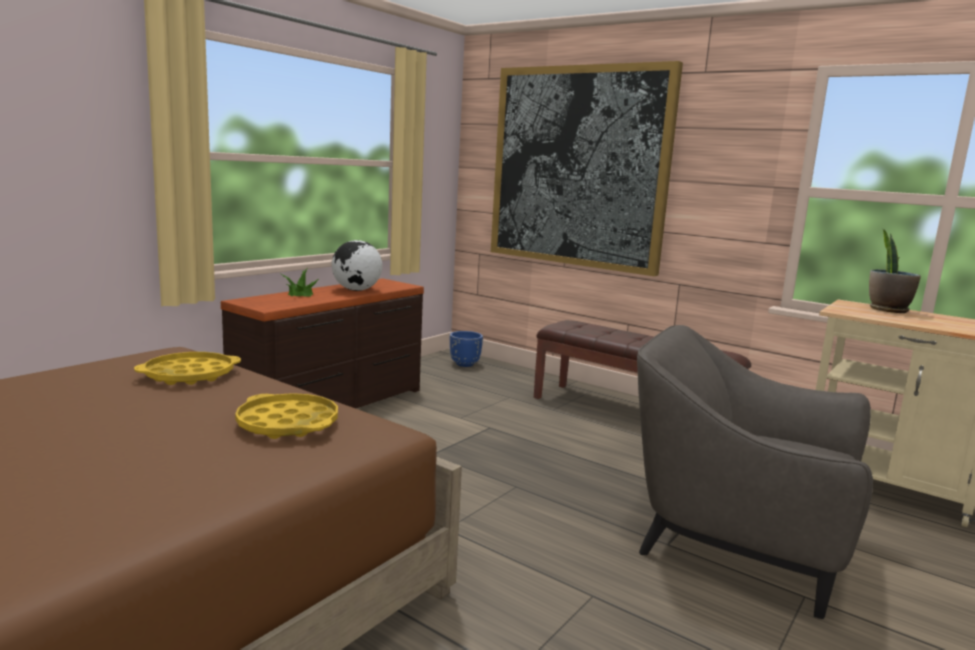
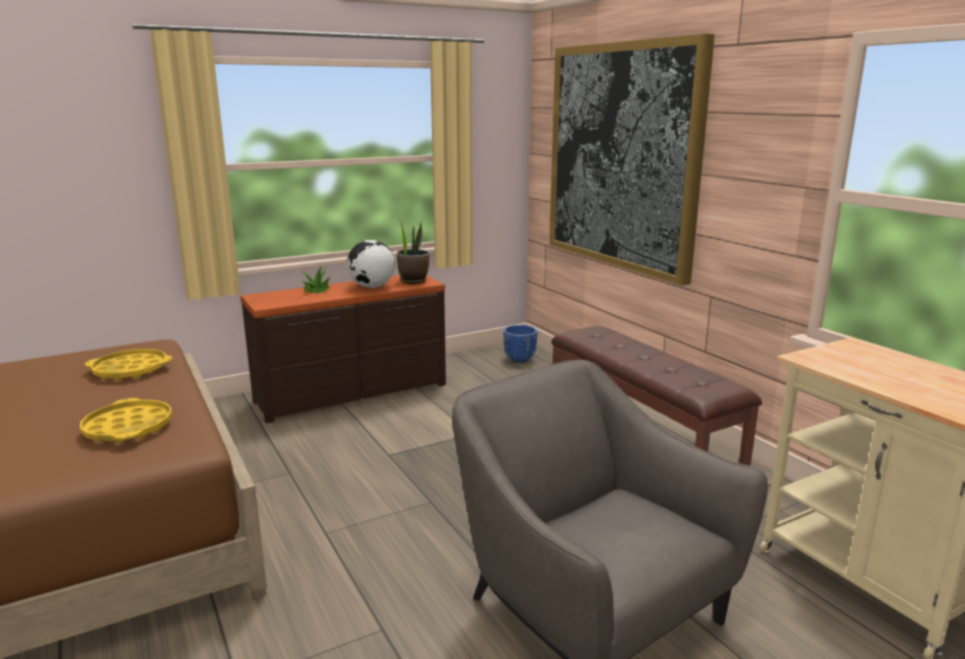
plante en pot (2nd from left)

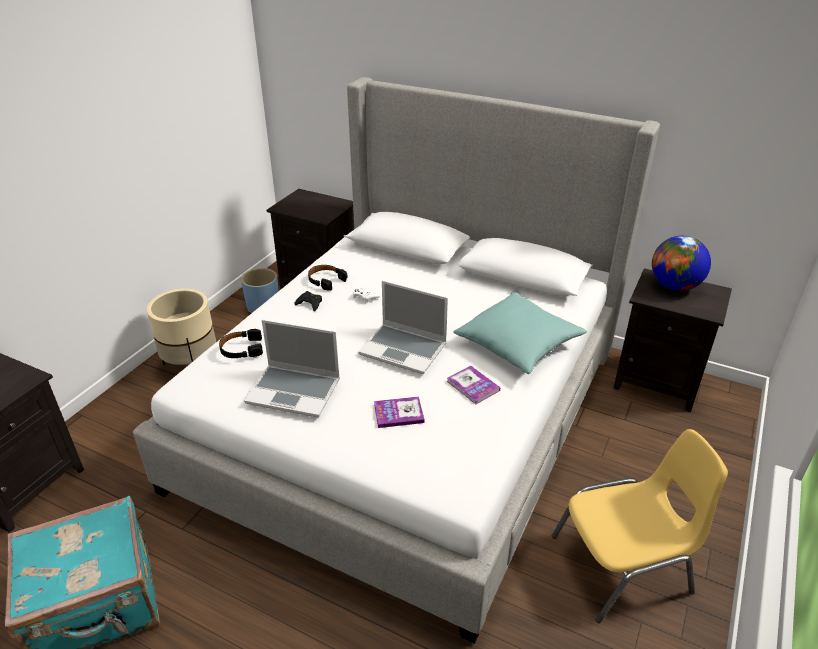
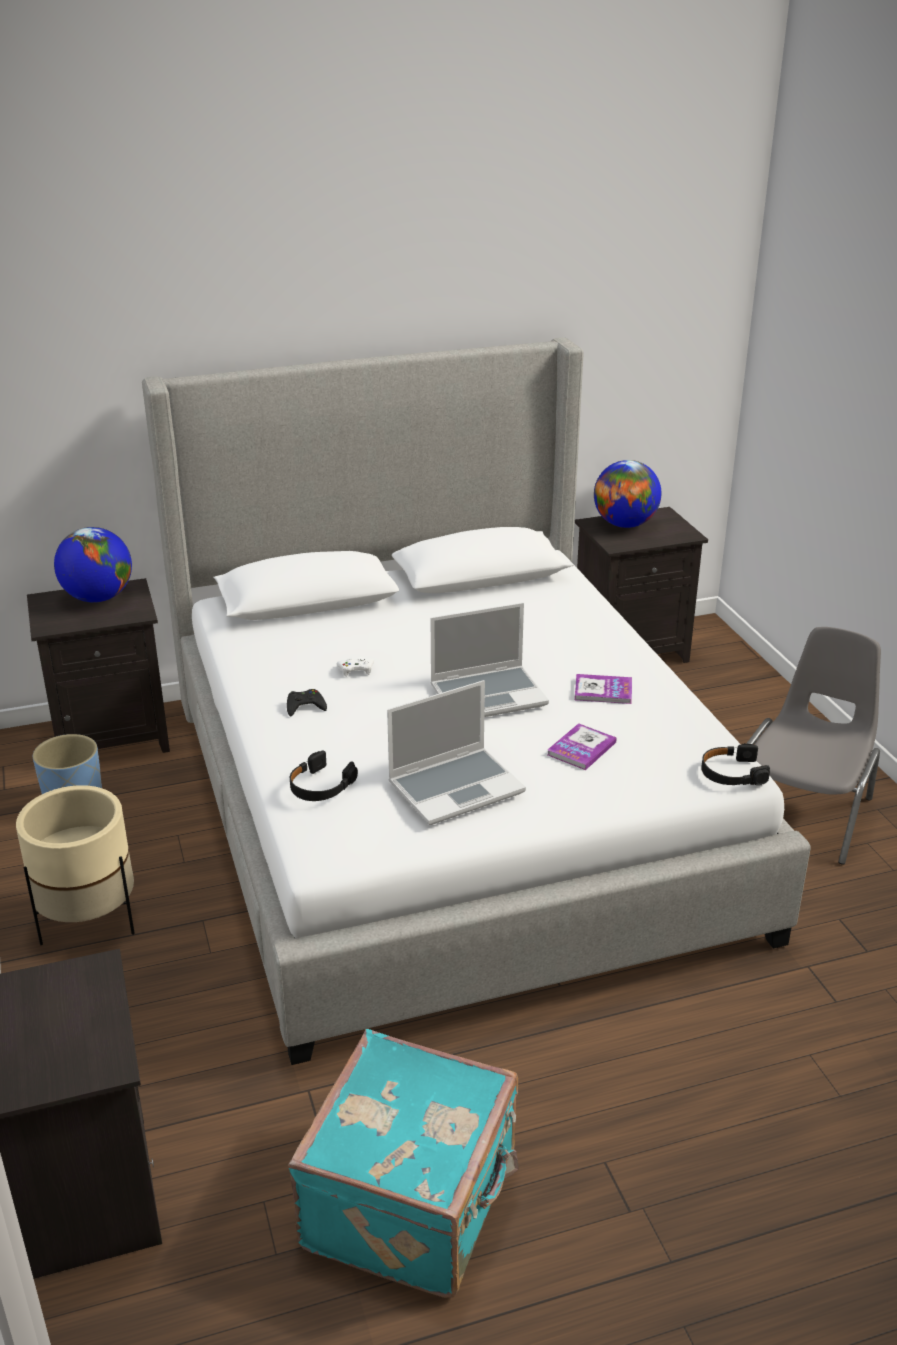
casque audio/noir (2nd from left)
coussin/turquoise
chaise/gris
globe (1st from left)

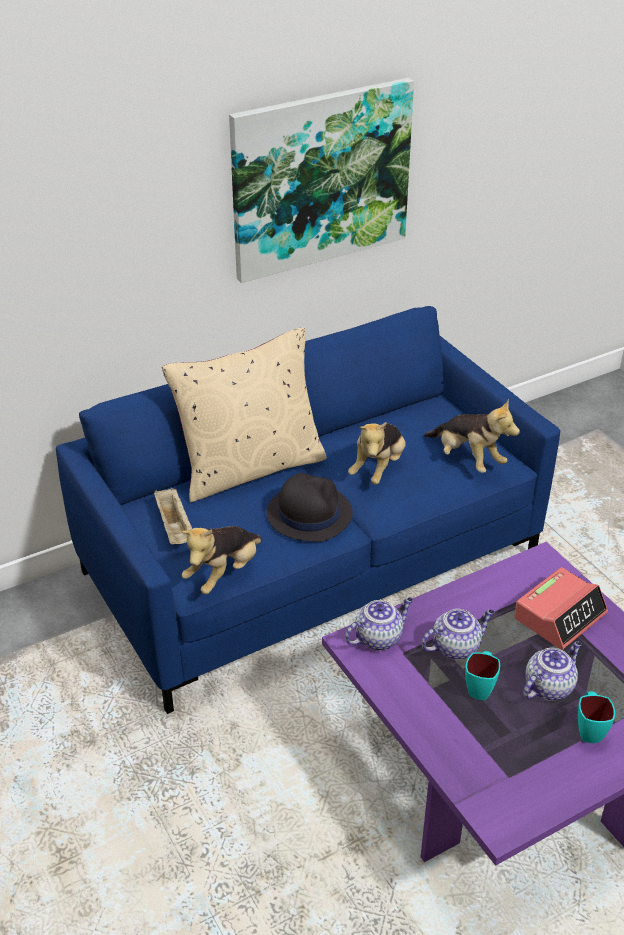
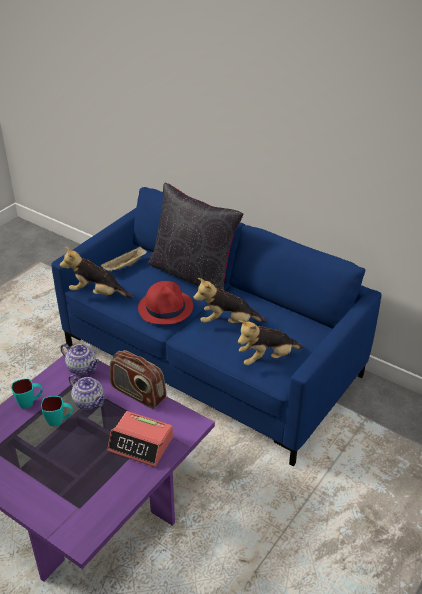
tableau
coussin/noir
peluche (3rd from left)
chapeau/rouge
théière (3rd from left in the first image)
mug/turquoise (1st from left)
radio

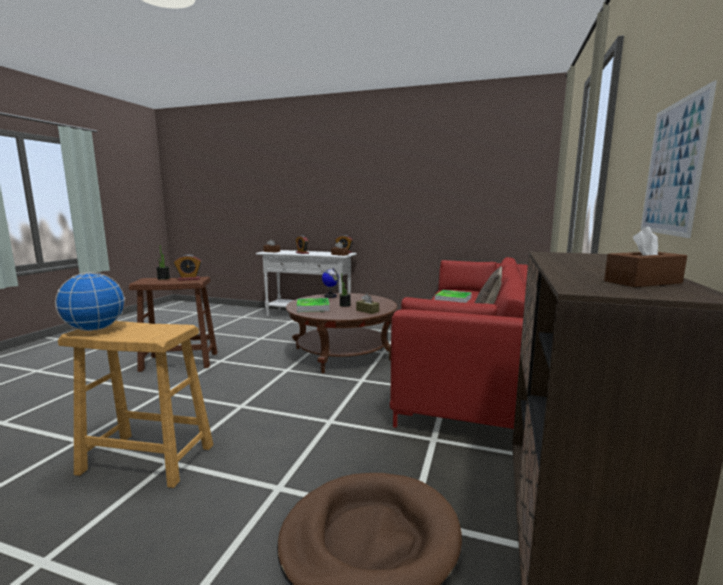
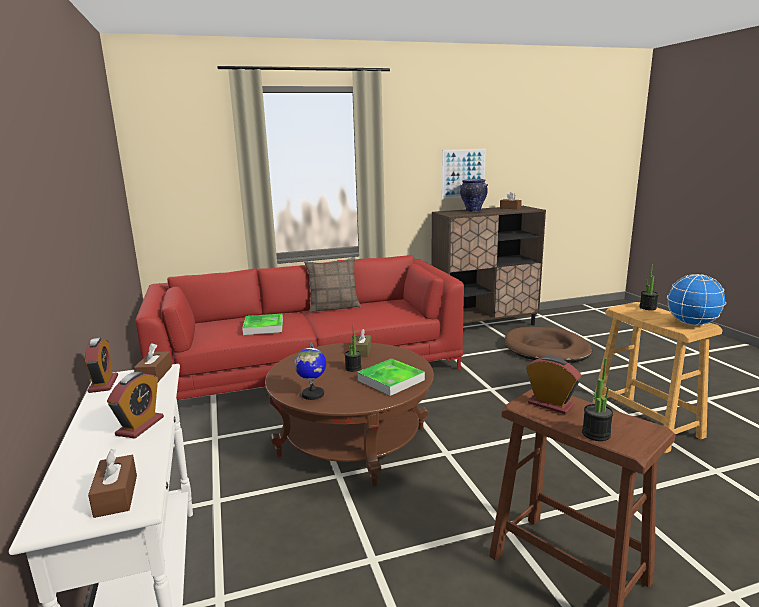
vase
plante en pot (3rd from left)

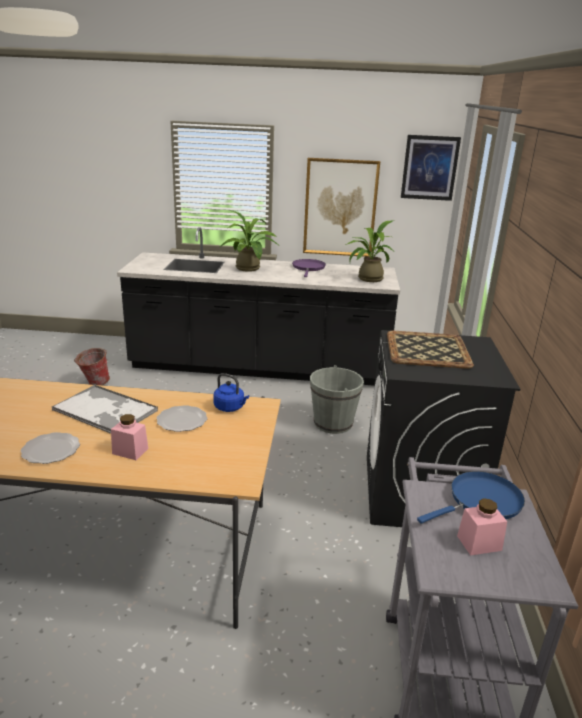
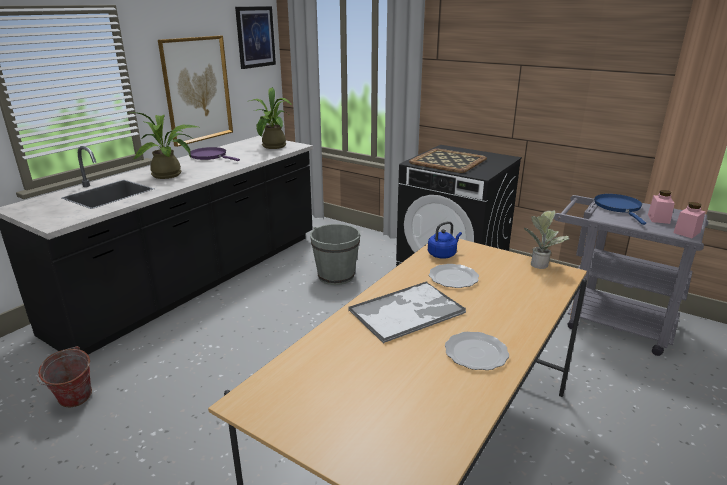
bocal/rose (2nd from left)
plante en pot (3rd from left)

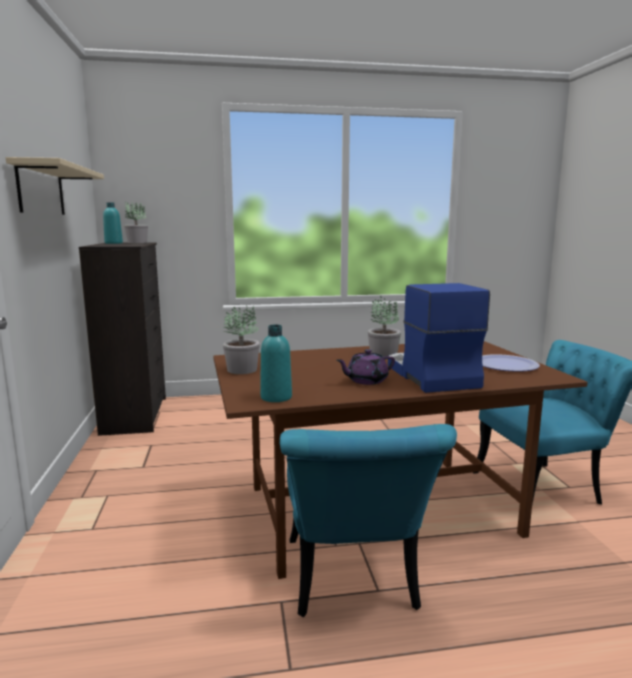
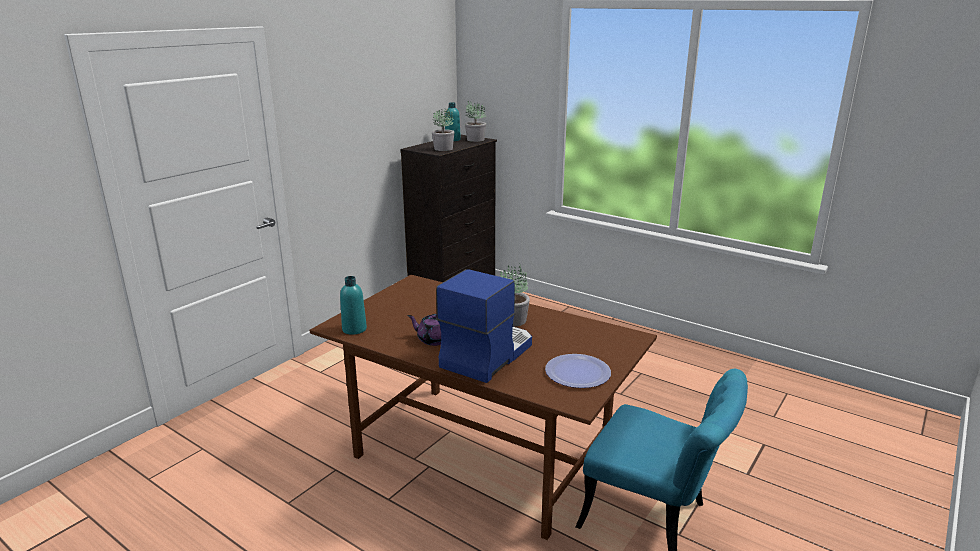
étagère/beige
plante en pot (1st from left)
chaise/turquoise (1st from left in the first image)

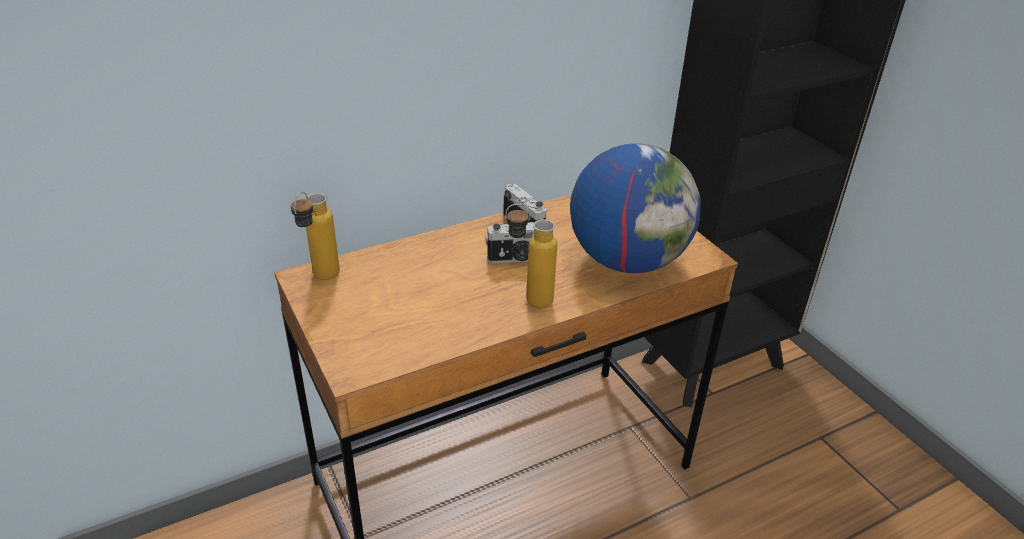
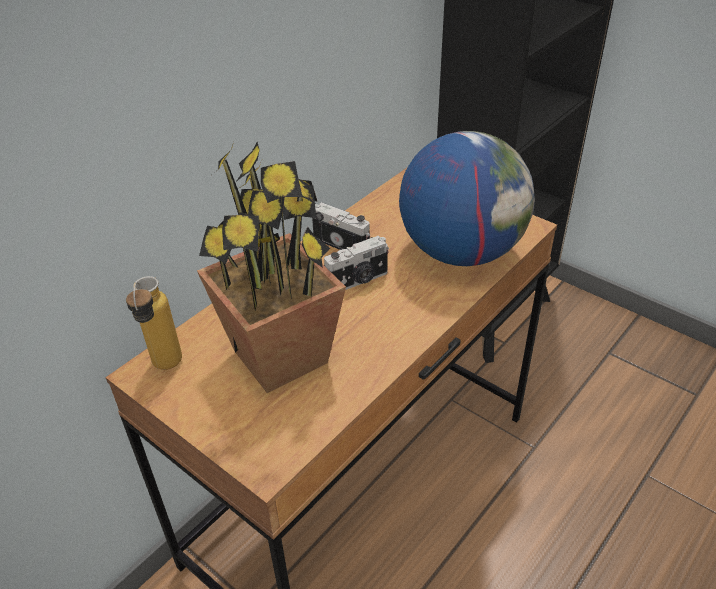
bouteille (2nd from left in the first image)
plante en pot

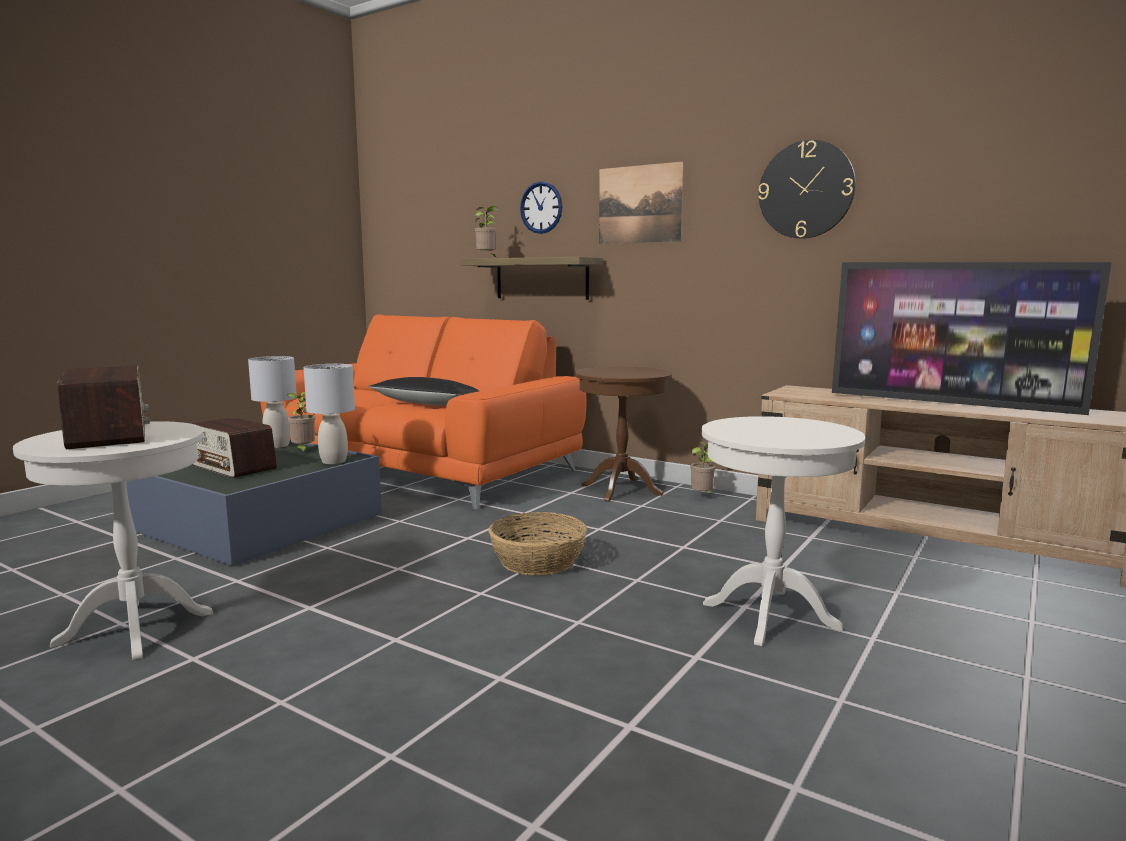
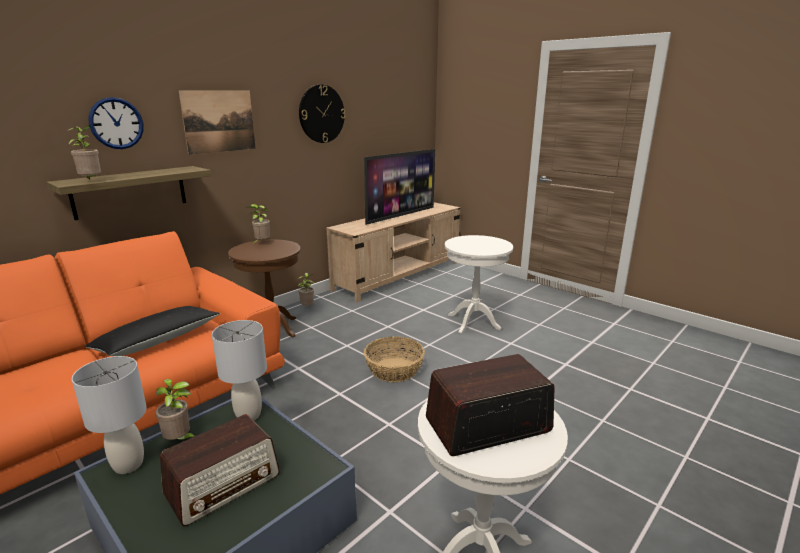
plante en pot (3rd from left)

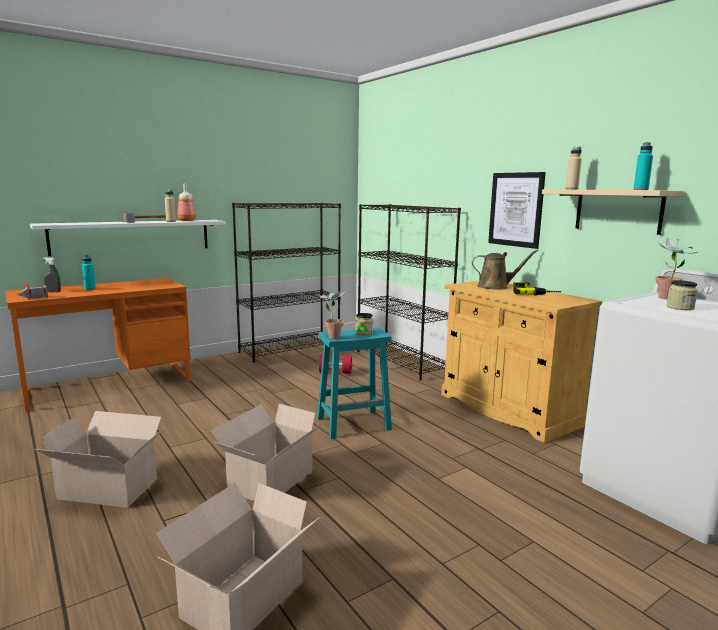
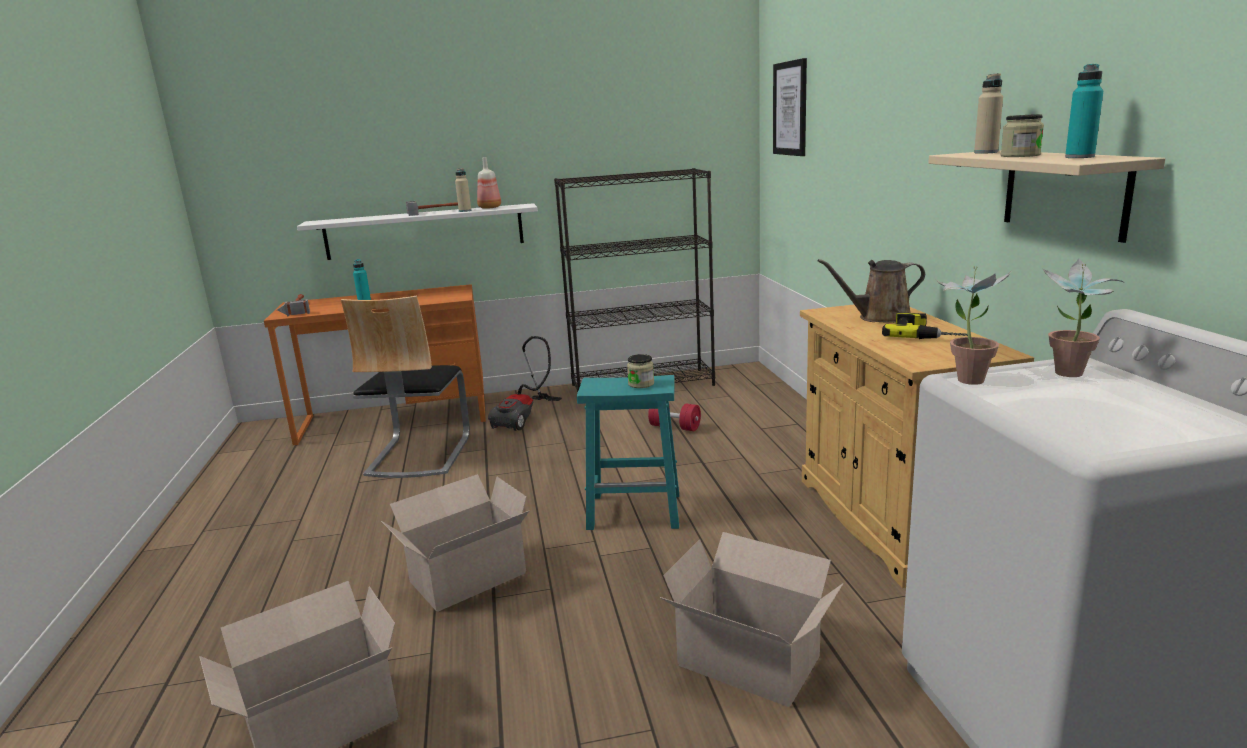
tableau
bibliothèque/noir (2nd from left in the first image)
arrosoir/marron
vaporisateur/gris
bocal (2nd from left)
plante en pot (1st from left)
carton (3rd from left)
chaise
aspirateur

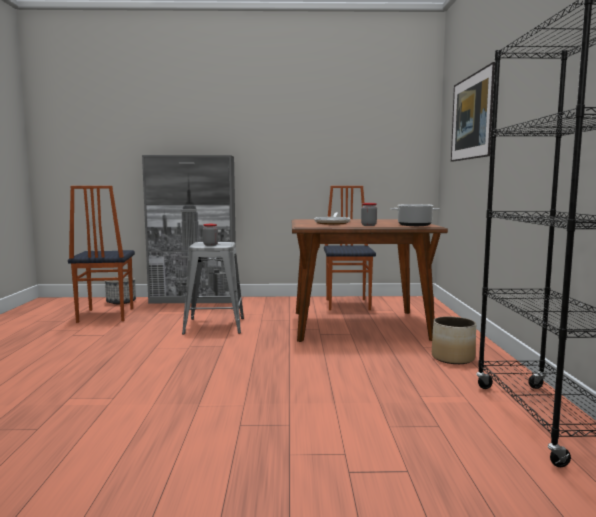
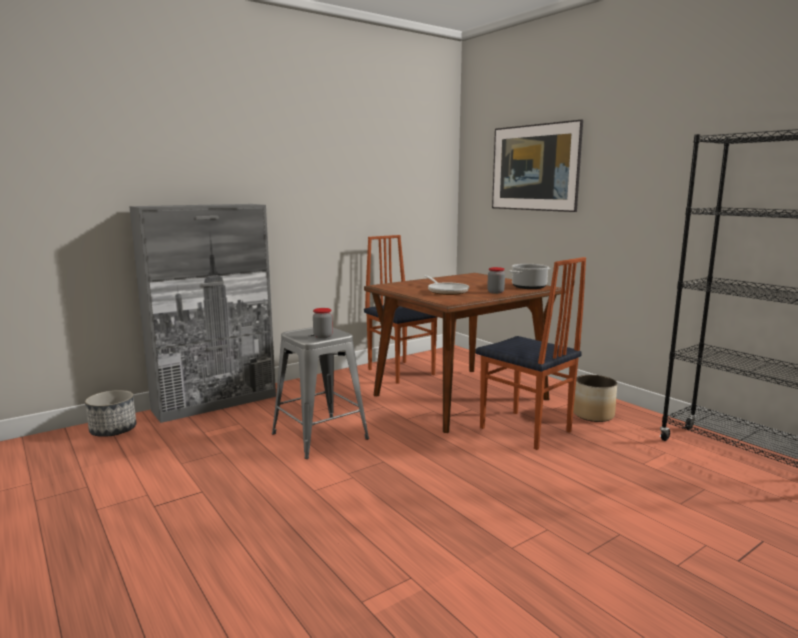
chaise (2nd from left)

